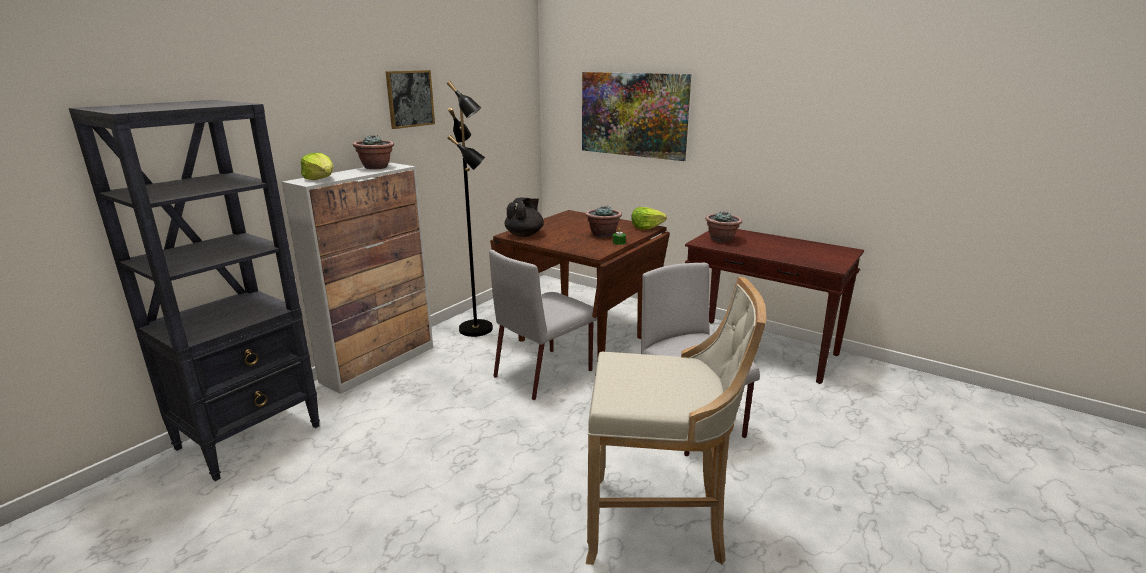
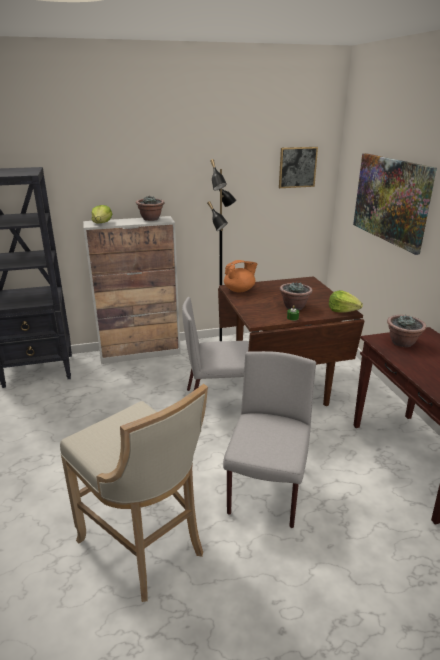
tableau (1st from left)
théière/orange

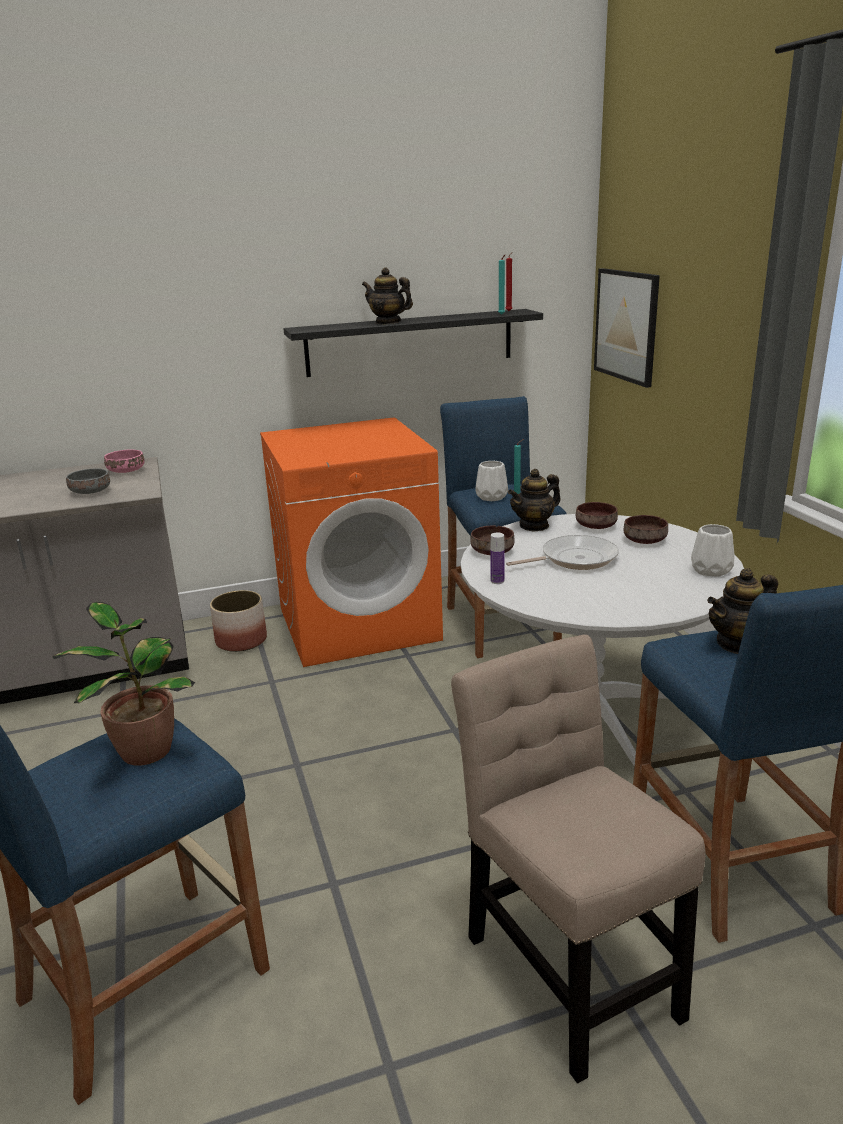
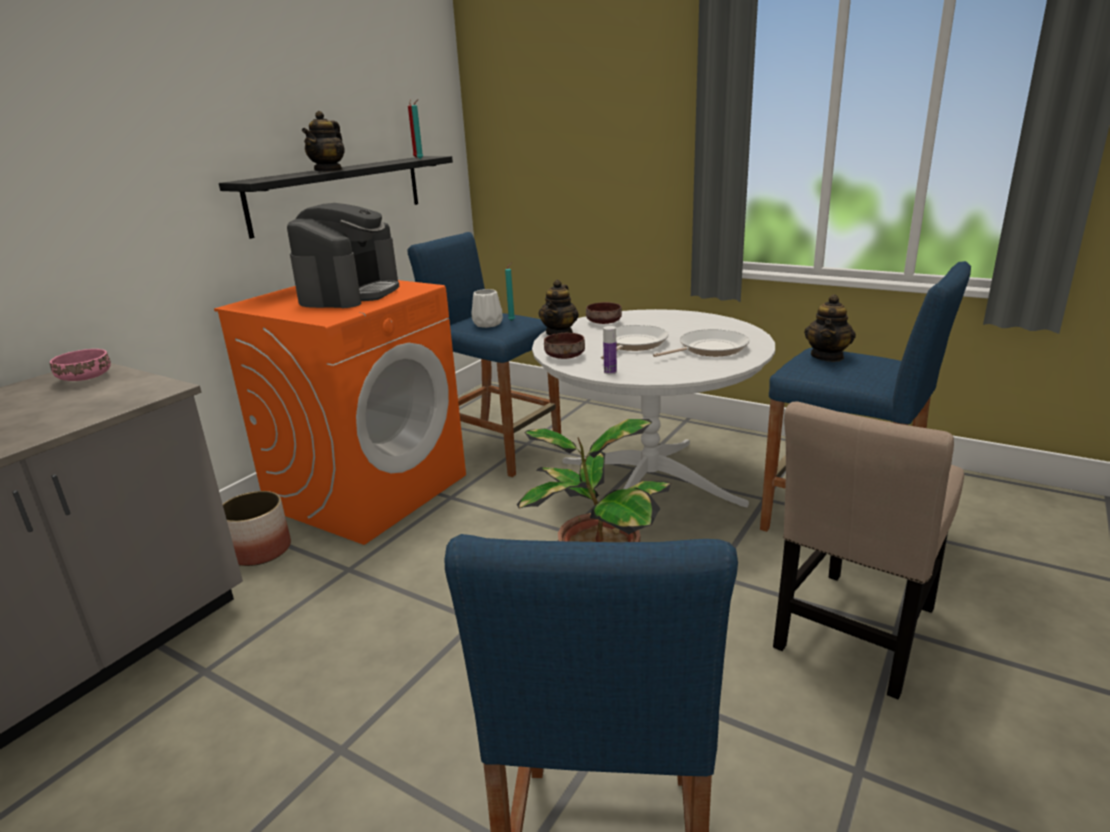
théière (1st from left)
tableau
bol/gris
bol/marron (3rd from left in the first image)
vase/blanc (2nd from left in the first image)
chaise/beige
machine à café
poêle (2nd from left)

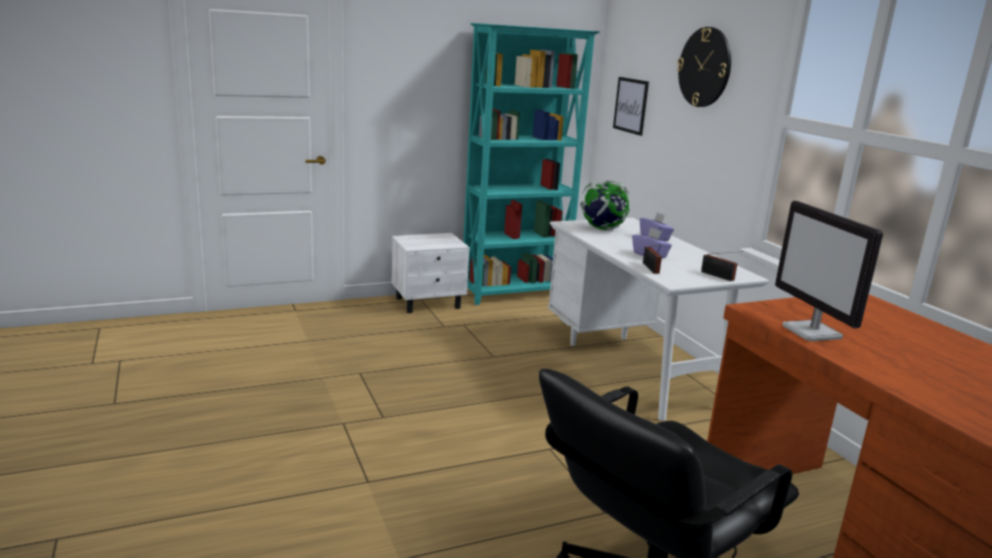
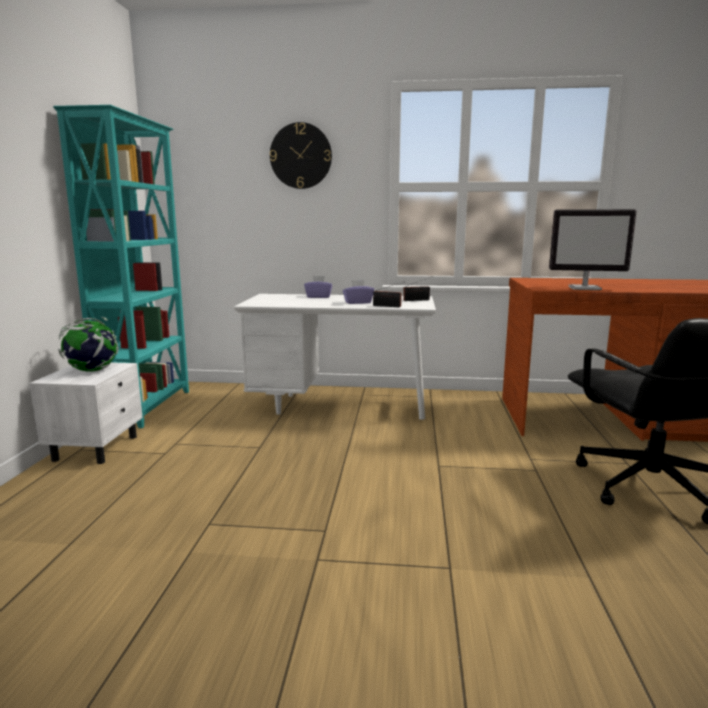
tableau
globe

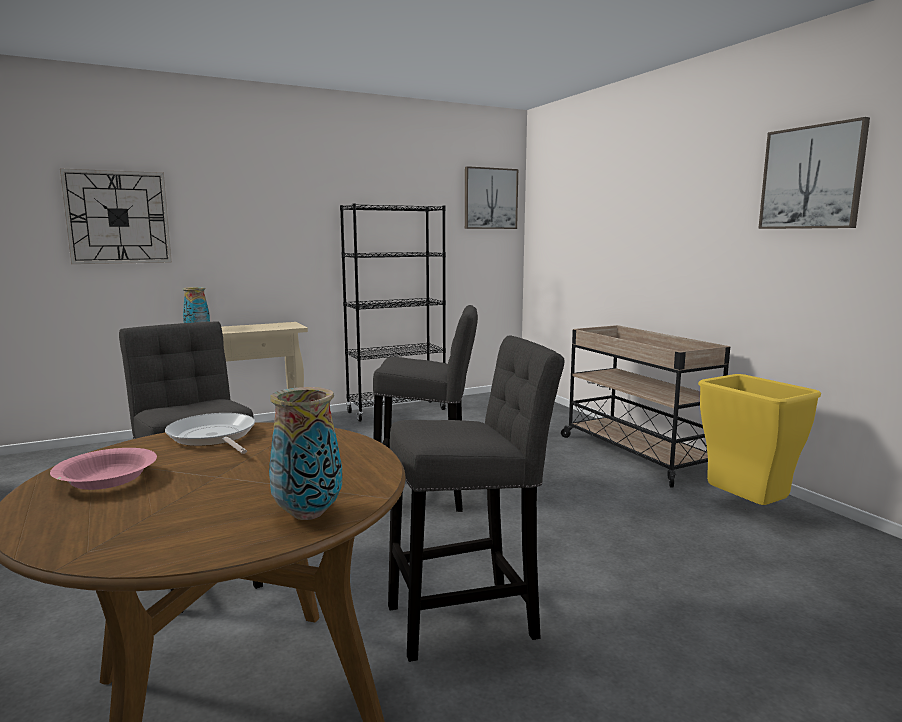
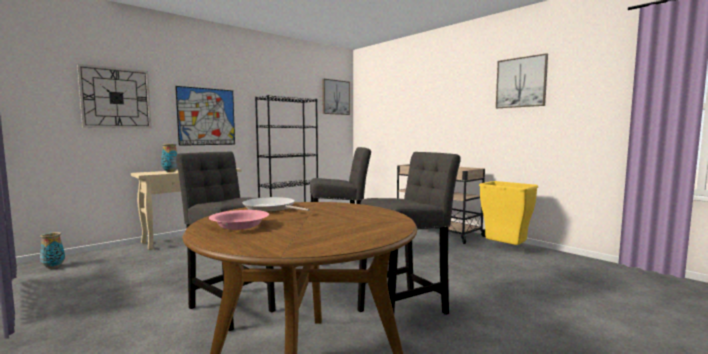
vase (1st from left)
tableau (1st from left)

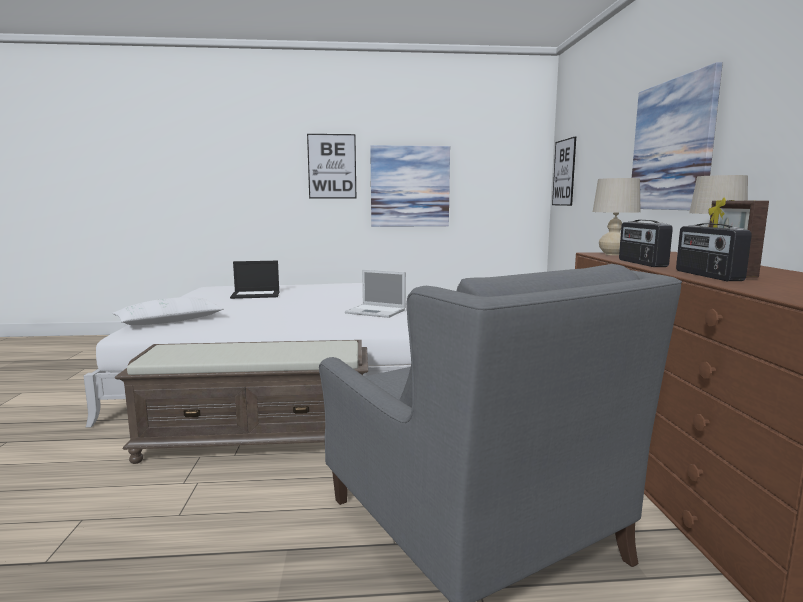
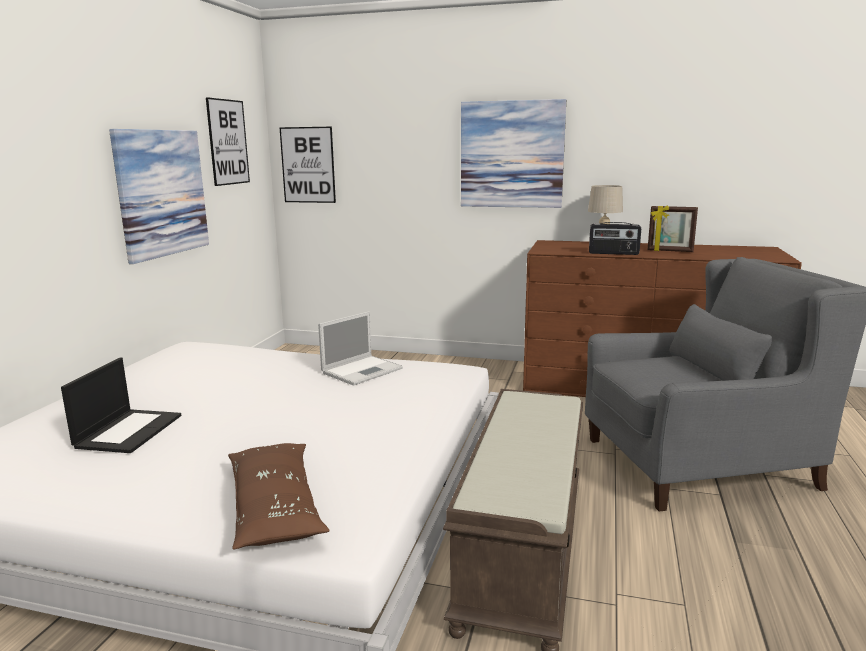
tableau (2nd from left)
lampe de table/beige (1st from left in the first image)
radio (2nd from left in the first image)
coussin/marron

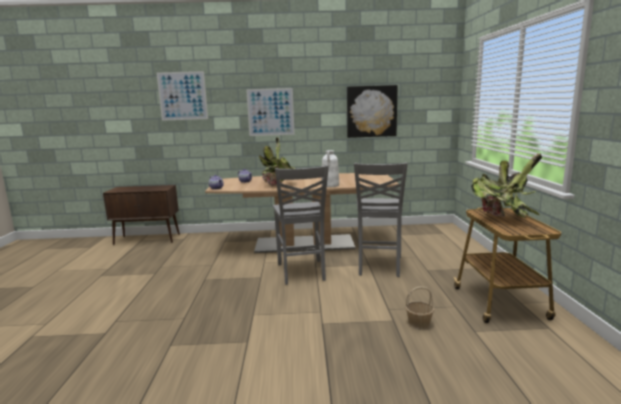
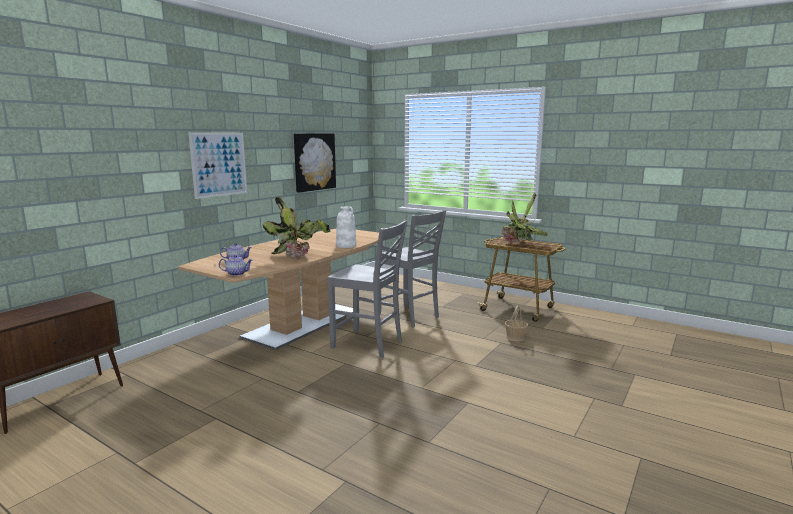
tableau (1st from left in the first image)

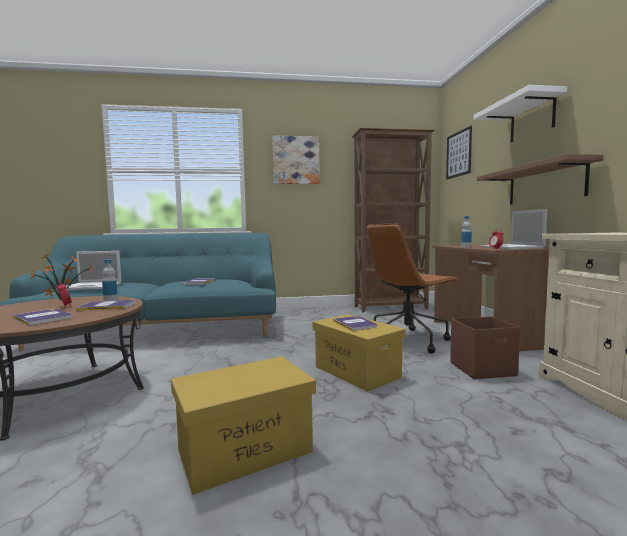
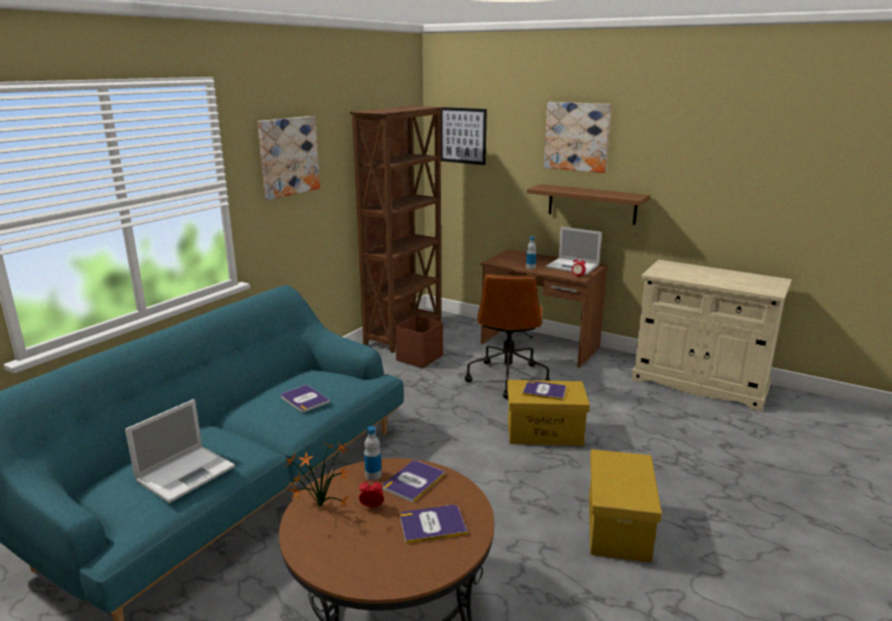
tableau (3rd from left)
boîte de rangement/marron

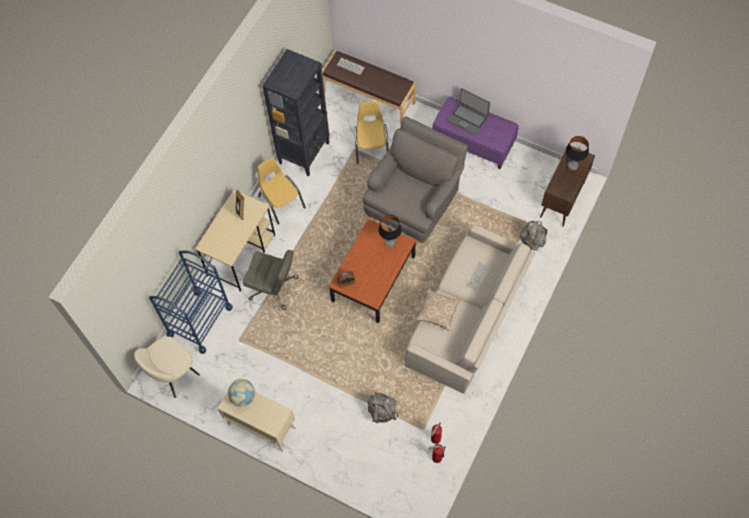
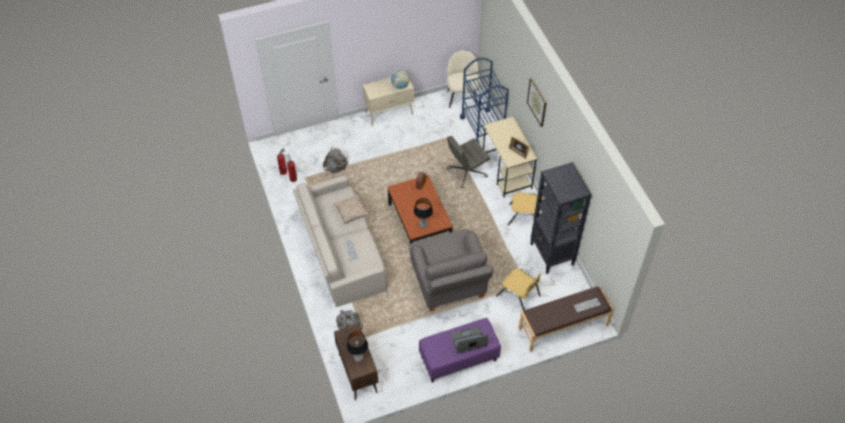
tableau

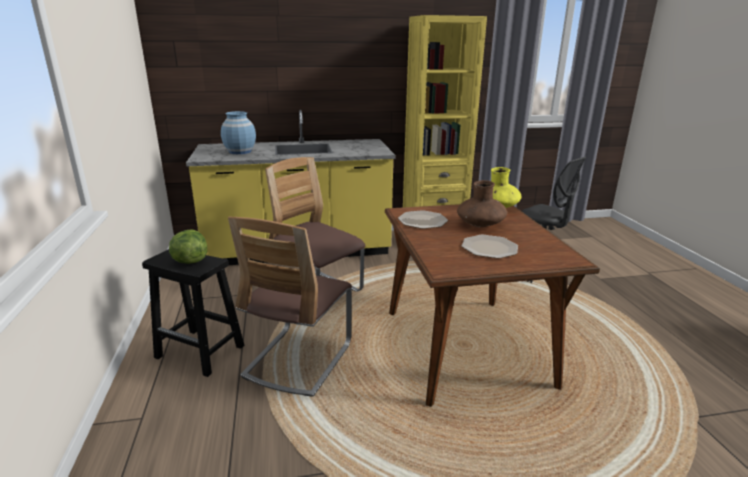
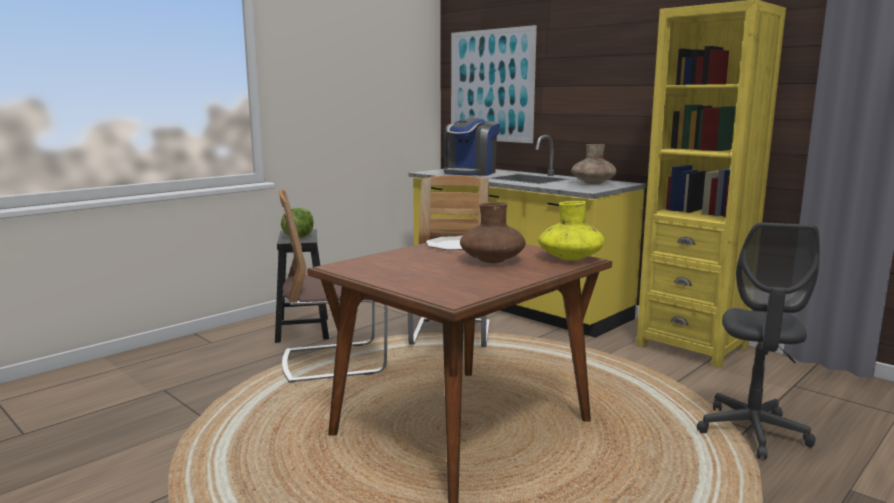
machine à café
assiette (2nd from left in the first image)
tableau
vase/marron (2nd from left)

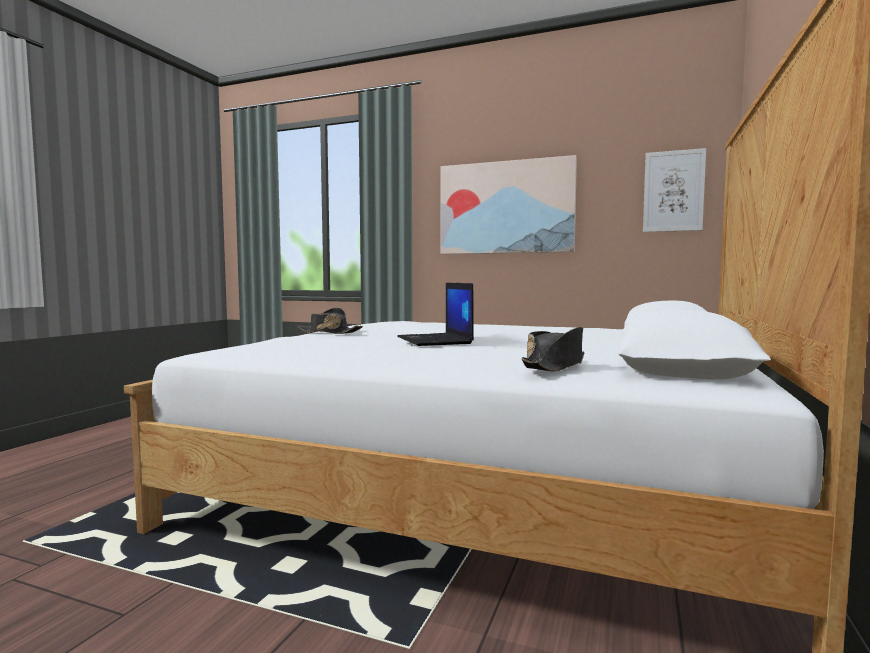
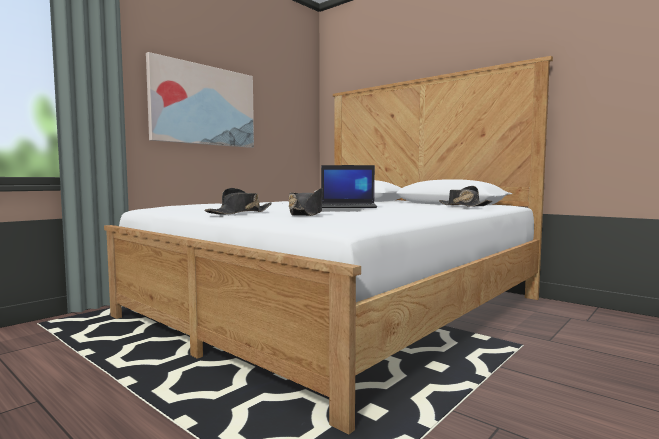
tableau (2nd from left in the first image)
chapeau/noir (2nd from left)

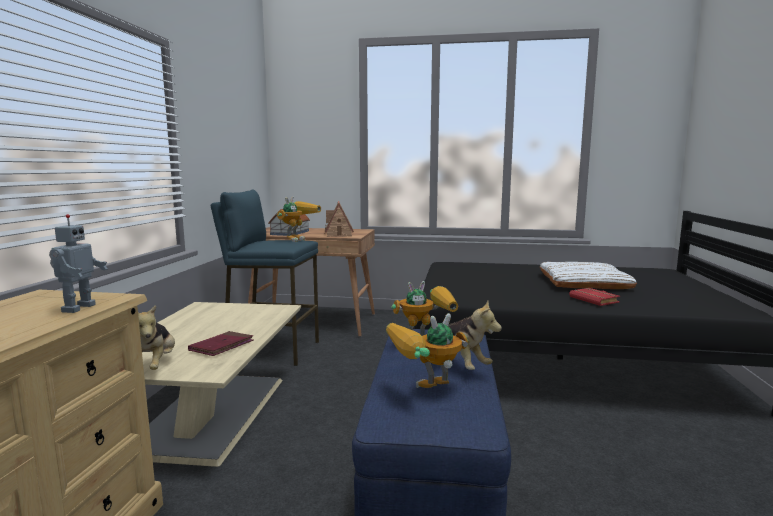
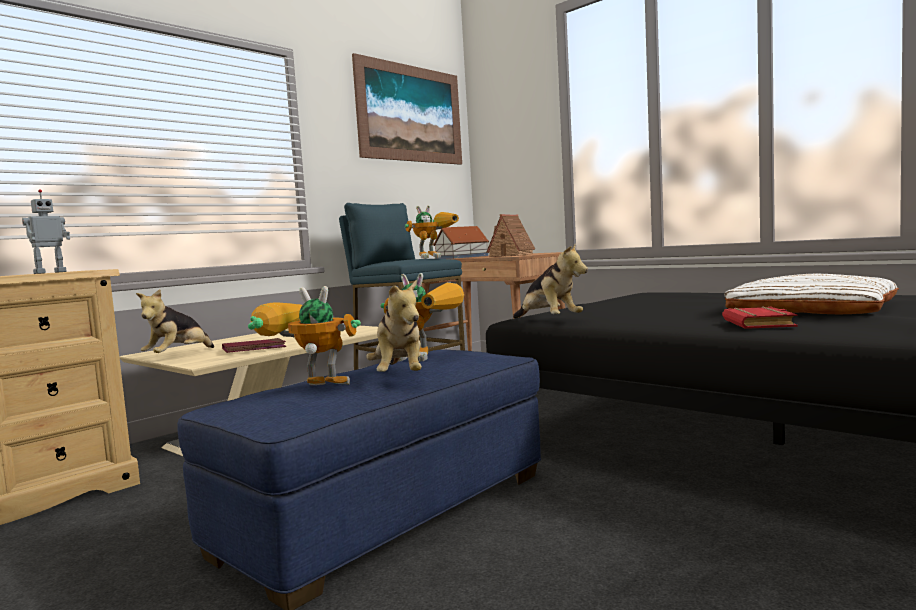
tableau
peluche (3rd from left)

